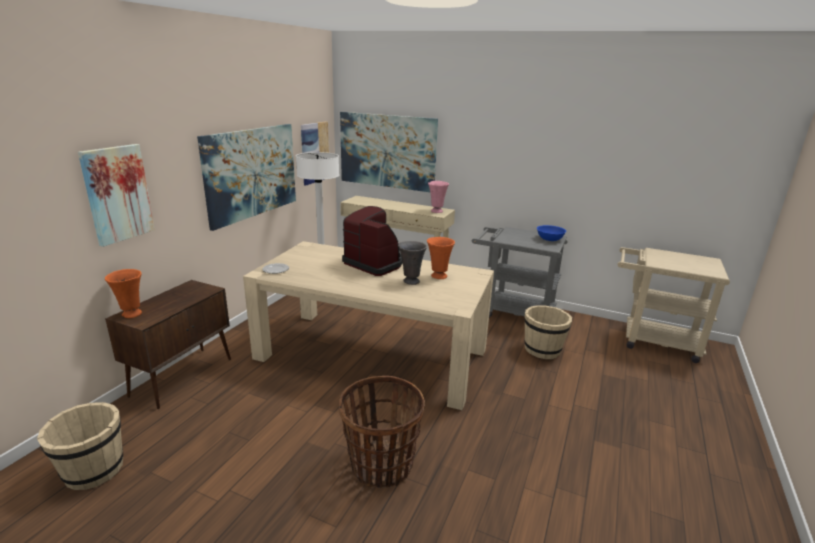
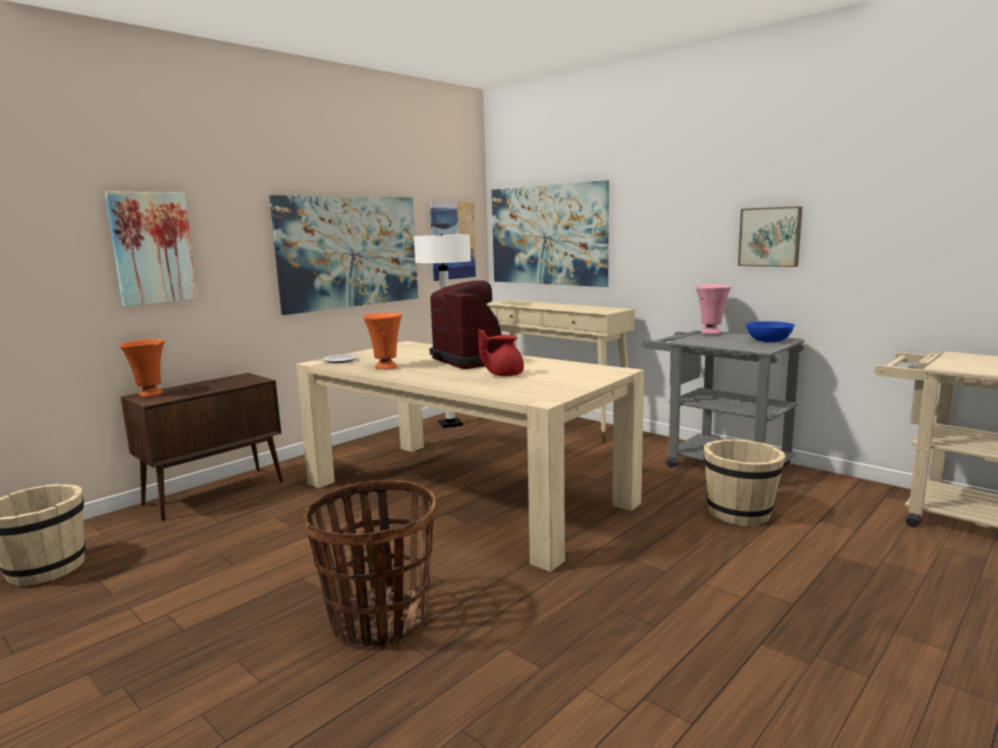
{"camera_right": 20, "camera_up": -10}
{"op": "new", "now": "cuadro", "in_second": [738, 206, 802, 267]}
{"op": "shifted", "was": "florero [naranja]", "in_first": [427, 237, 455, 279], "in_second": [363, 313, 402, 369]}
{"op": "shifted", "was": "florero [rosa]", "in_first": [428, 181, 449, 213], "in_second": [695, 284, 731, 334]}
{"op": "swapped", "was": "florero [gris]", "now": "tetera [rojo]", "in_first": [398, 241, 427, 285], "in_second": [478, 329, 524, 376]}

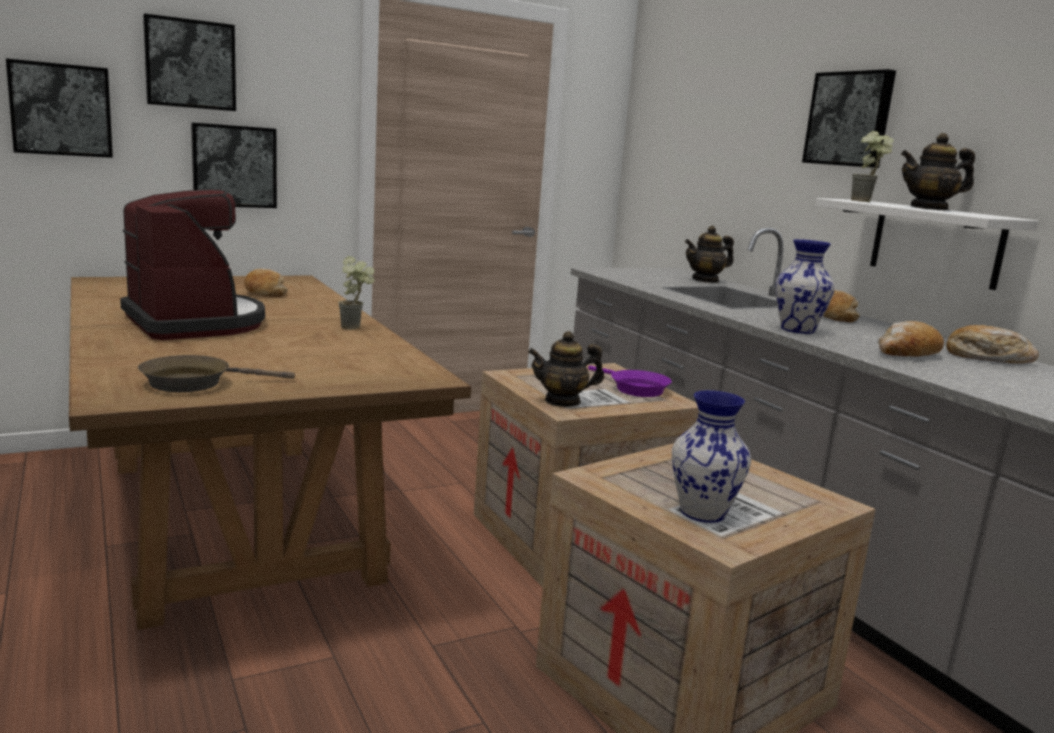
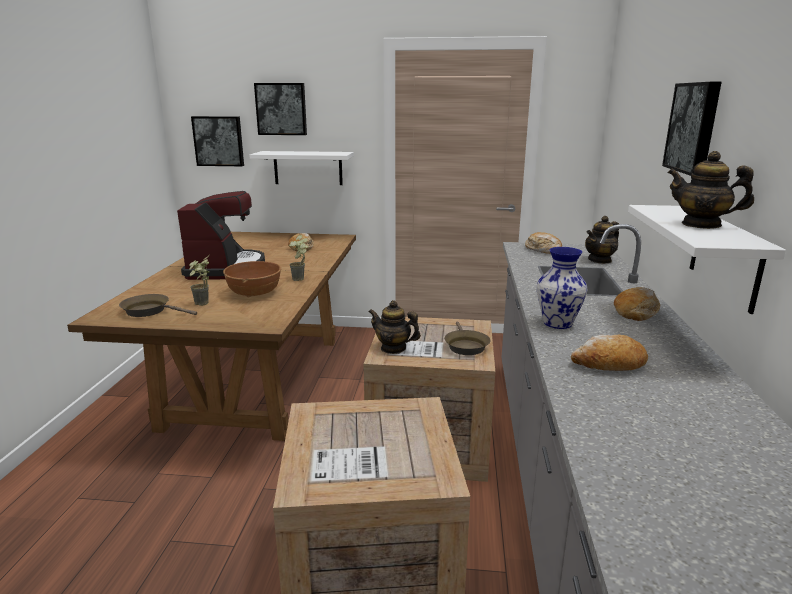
{"camera_right": 35, "camera_up": 5}
{"op": "gone", "was": "florero", "in_first": [672, 390, 751, 523]}
{"op": "new", "now": "cuenco [marrón]", "in_second": [223, 261, 281, 297]}
{"op": "shifted", "was": "planta en maceta", "in_first": [851, 131, 894, 202], "in_second": [189, 255, 210, 306]}
{"op": "shifted", "was": "pan", "in_first": [946, 325, 1039, 364], "in_second": [525, 232, 562, 254]}
{"op": "swapped", "was": "cuadro", "now": "estante [blanco]", "in_first": [191, 122, 277, 208], "in_second": [249, 151, 354, 185]}
{"op": "repainted", "was": "sartén [morado]", "now": "sartén [marrón]", "in_first": [588, 366, 672, 397], "in_second": [444, 322, 491, 355]}
{"op": "rotated", "was": "tetera", "in_first": [685, 226, 734, 283], "in_second": [585, 216, 619, 264], "clockwise": -45}

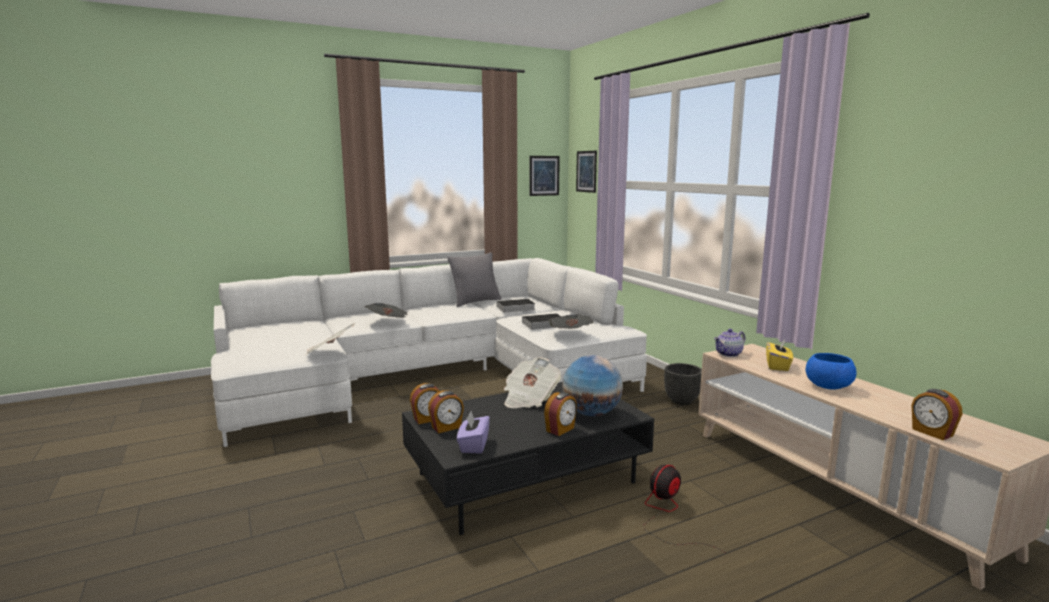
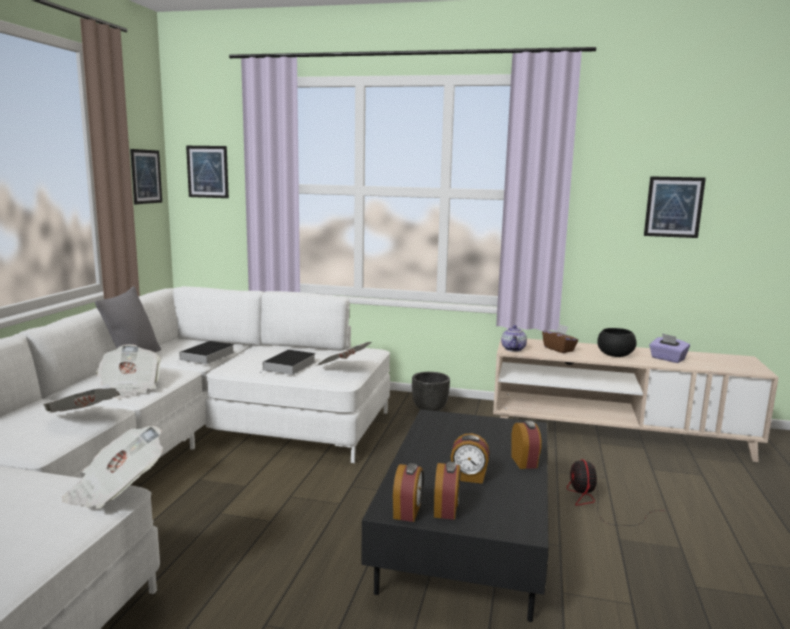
{"camera_right": -50, "camera_up": 0}
{"op": "gone", "was": "globo terráqueo", "in_first": [562, 355, 623, 416]}
{"op": "new", "now": "cuadro", "in_second": [644, 176, 706, 238]}
{"op": "shifted", "was": "caja de pañuelos [morado]", "in_first": [457, 411, 490, 454], "in_second": [649, 333, 690, 363]}
{"op": "shifted", "was": "periódico", "in_first": [504, 357, 561, 408], "in_second": [96, 344, 161, 399]}
{"op": "shifted", "was": "despertador", "in_first": [911, 389, 962, 440], "in_second": [451, 433, 489, 484]}
{"op": "repainted", "was": "caja de pañuelos [amarillo]", "now": "caja de pañuelos [marrón]", "in_first": [766, 338, 793, 371], "in_second": [542, 324, 578, 353]}
{"op": "repainted", "was": "cuenco [azul]", "now": "cuenco [negro]", "in_first": [806, 353, 857, 390], "in_second": [597, 328, 637, 357]}

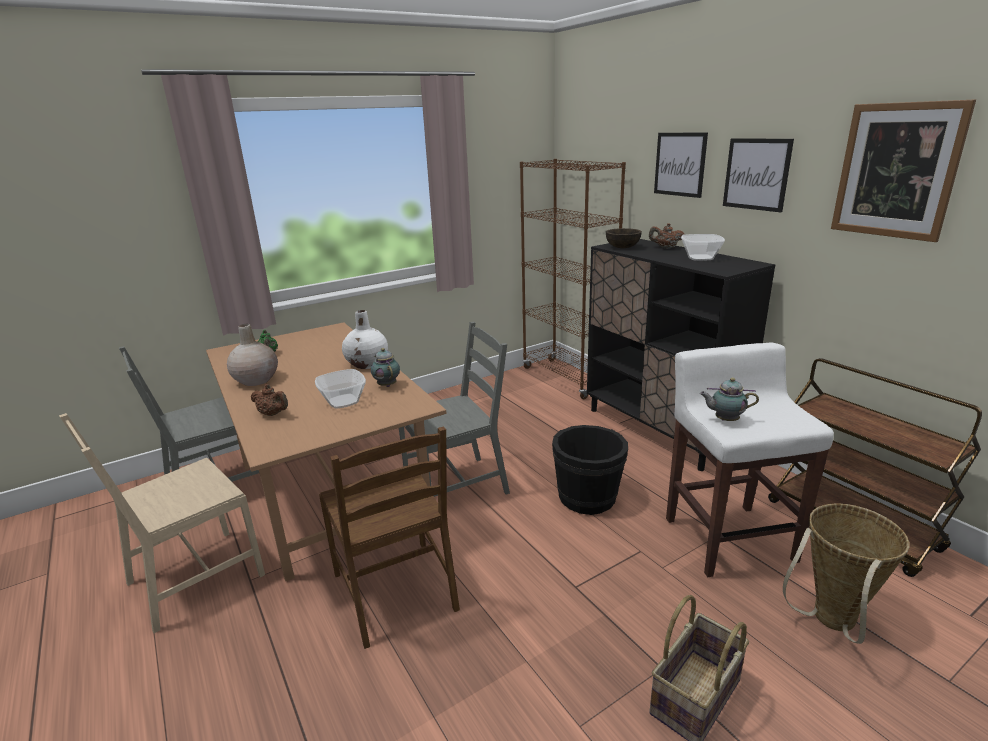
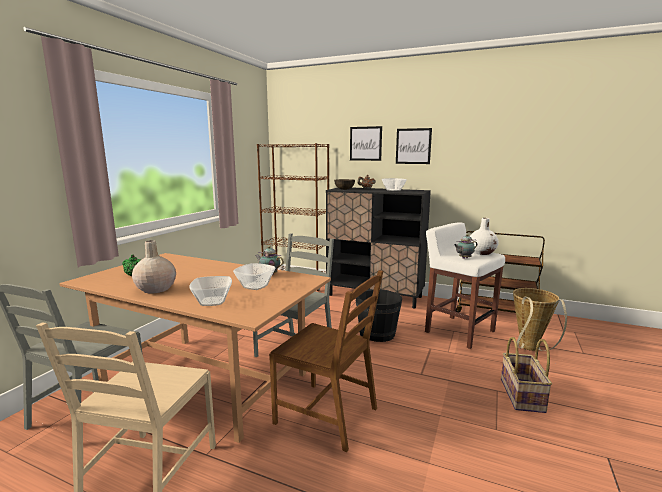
{"camera_right": -35, "camera_up": -10}
{"op": "gone", "was": "cuadro", "in_first": [831, 99, 976, 242]}
{"op": "shifted", "was": "florero [blanco]", "in_first": [342, 310, 388, 369], "in_second": [469, 218, 499, 255]}
{"op": "swapped", "was": "tetera [marrón]", "now": "cuenco", "in_first": [251, 384, 288, 416], "in_second": [189, 276, 232, 306]}

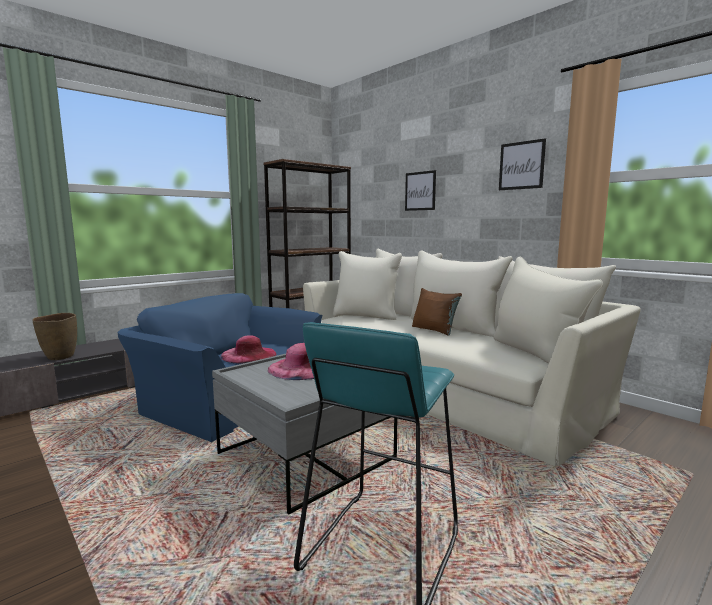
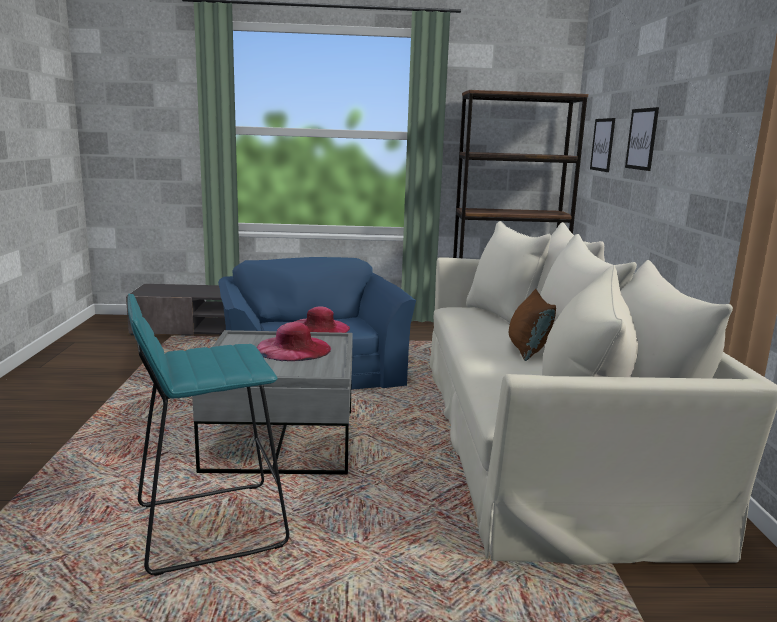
{"camera_right": 40, "camera_up": 5}
{"op": "gone", "was": "florero [marrón]", "in_first": [32, 313, 77, 360]}
{"op": "shifted", "was": "cuadro", "in_first": [499, 138, 546, 190], "in_second": [590, 118, 615, 172]}

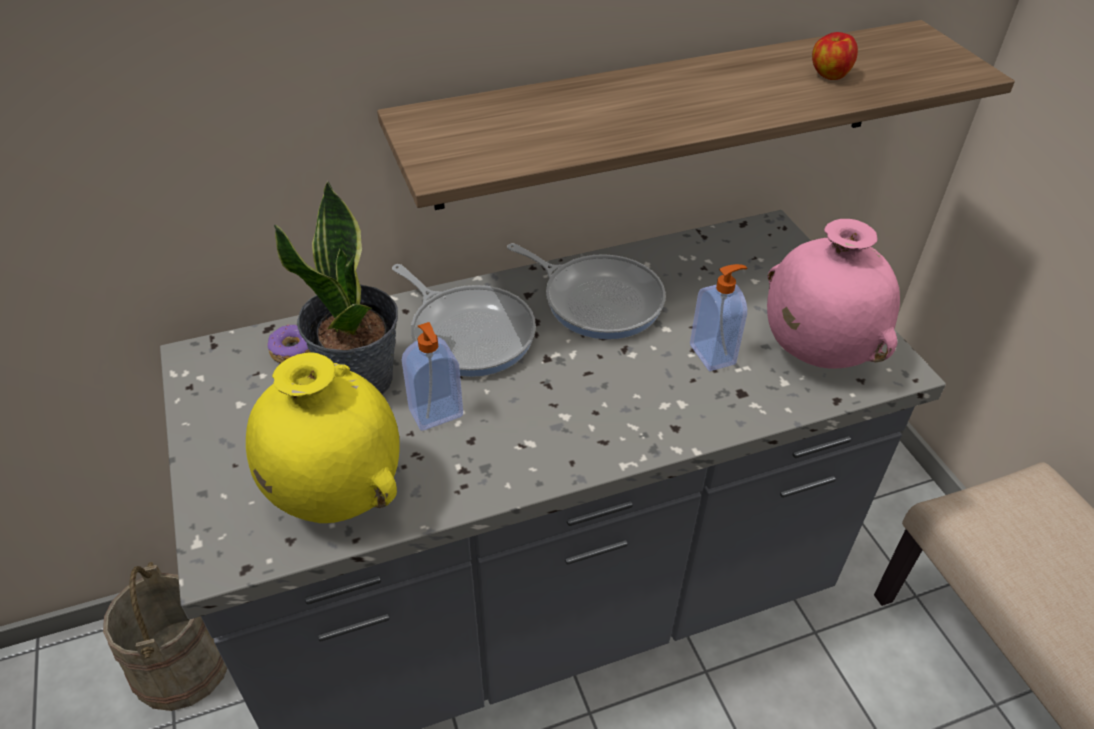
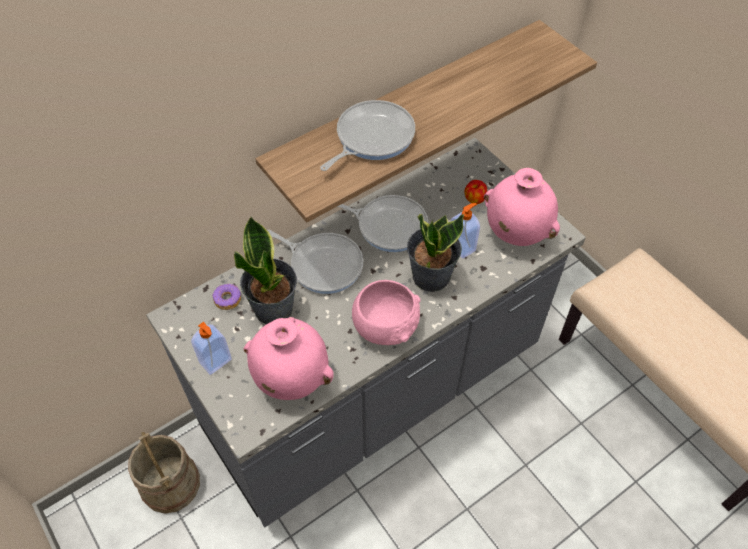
{"camera_right": -15, "camera_up": 10}
{"op": "new", "now": "sartén", "in_second": [320, 100, 415, 171]}
{"op": "new", "now": "cuenco [rosa]", "in_second": [352, 280, 421, 345]}
{"op": "new", "now": "planta en maceta", "in_second": [407, 214, 464, 292]}
{"op": "shifted", "was": "dispensador de jabón", "in_first": [402, 322, 463, 431], "in_second": [191, 322, 232, 375]}
{"op": "shifted", "was": "manzana", "in_first": [812, 32, 858, 80], "in_second": [465, 180, 487, 204]}
{"op": "repainted", "was": "florero [amarillo]", "now": "florero [rosa]", "in_first": [246, 352, 400, 523], "in_second": [244, 317, 334, 400]}

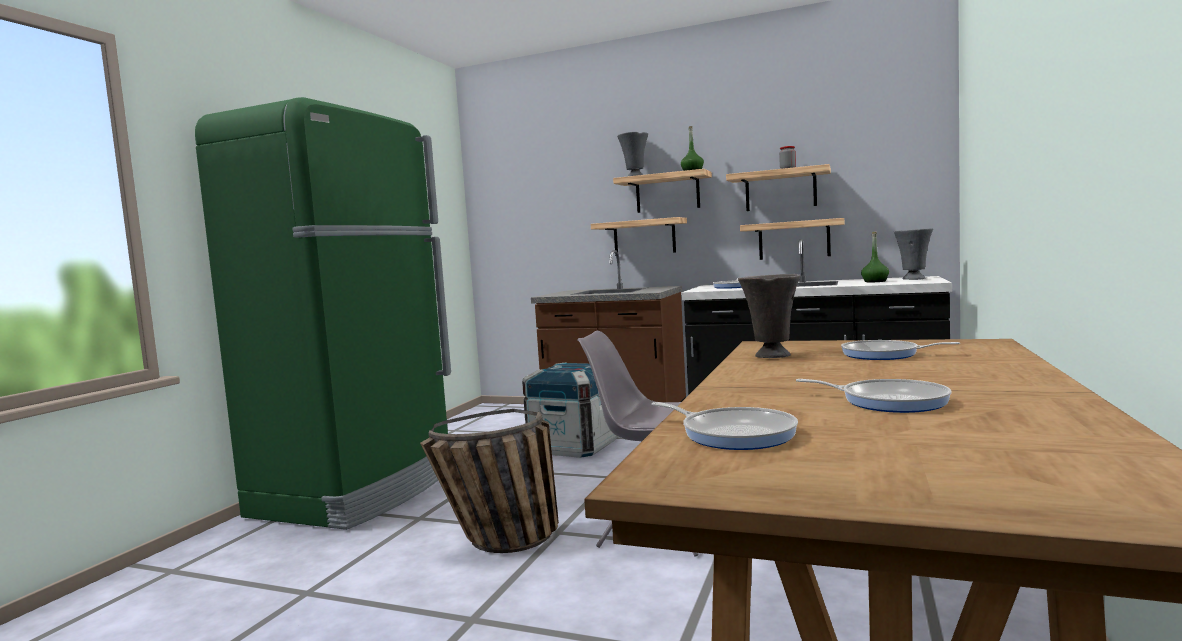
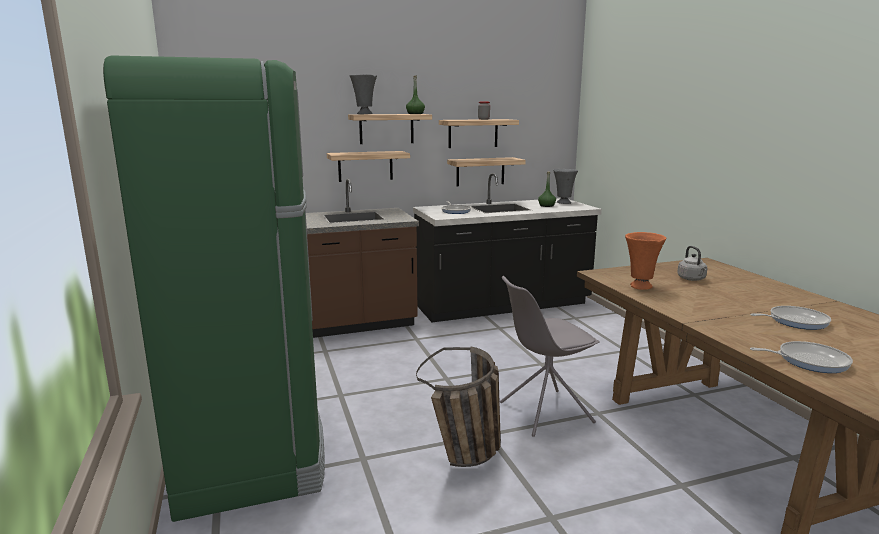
{"camera_right": -40, "camera_up": 10}
{"op": "gone", "was": "caja de embalaje", "in_first": [522, 363, 618, 458]}
{"op": "swapped", "was": "sartén", "now": "hervidor [gris]", "in_first": [841, 340, 960, 360], "in_second": [677, 246, 707, 281]}
{"op": "repainted", "was": "florero [gris]", "now": "florero [naranja]", "in_first": [738, 274, 800, 358], "in_second": [625, 232, 666, 290]}

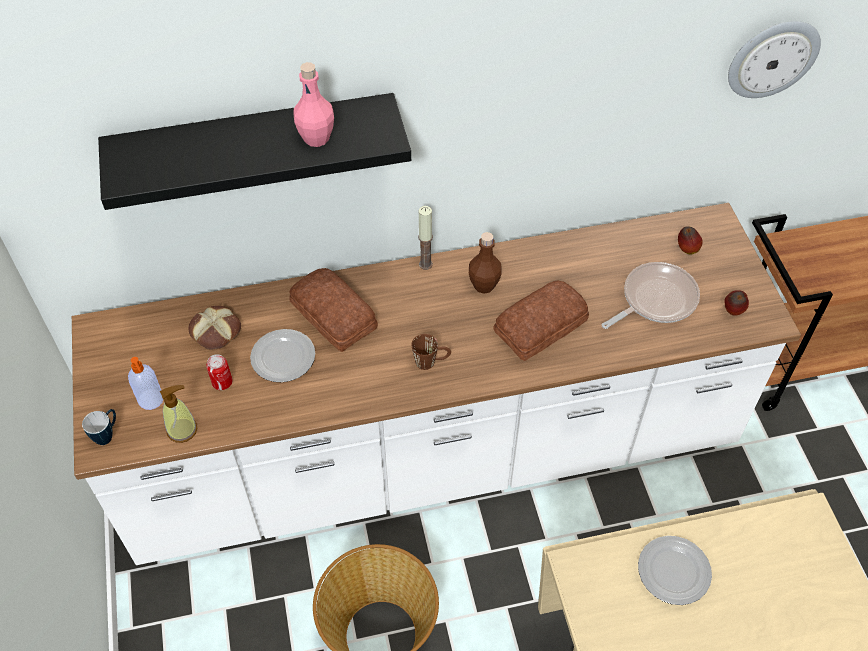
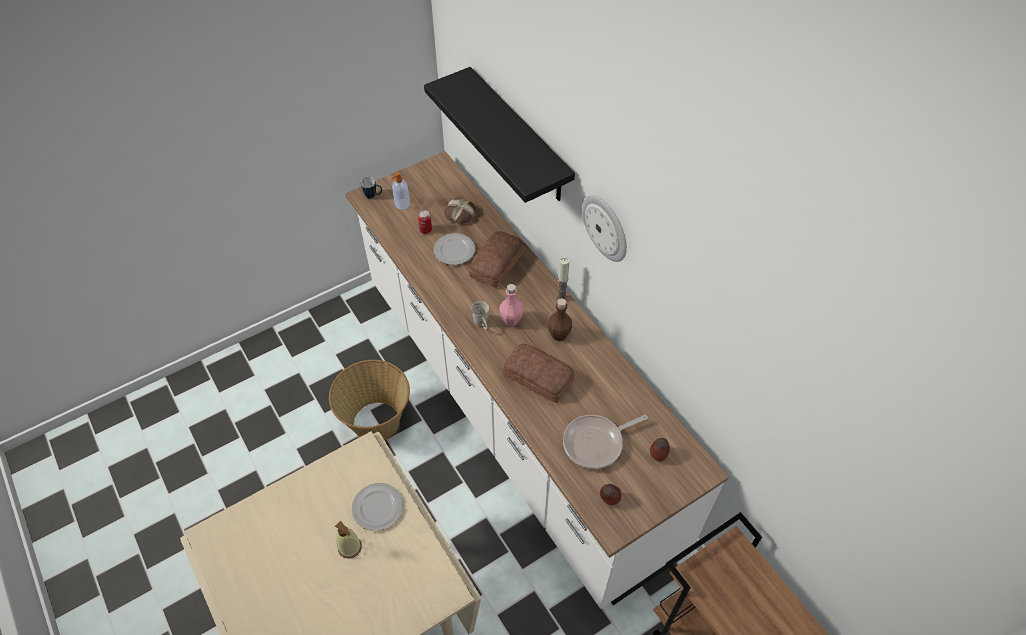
{"camera_right": 70, "camera_up": 0}
{"op": "shifted", "was": "dispensador de jabón", "in_first": [160, 385, 197, 443], "in_second": [335, 521, 362, 559]}
{"op": "shifted", "was": "botella [rosa]", "in_first": [293, 62, 334, 147], "in_second": [499, 284, 524, 327]}
{"op": "shifted", "was": "reloj de pared", "in_first": [728, 21, 821, 98], "in_second": [582, 195, 627, 262]}
{"op": "repainted", "was": "taza grande [marrón]", "now": "taza grande [blanco]", "in_first": [412, 334, 451, 370], "in_second": [471, 301, 489, 330]}
{"op": "rotated", "was": "sartén", "in_first": [602, 262, 700, 329], "in_second": [563, 415, 648, 469], "clockwise": 120}

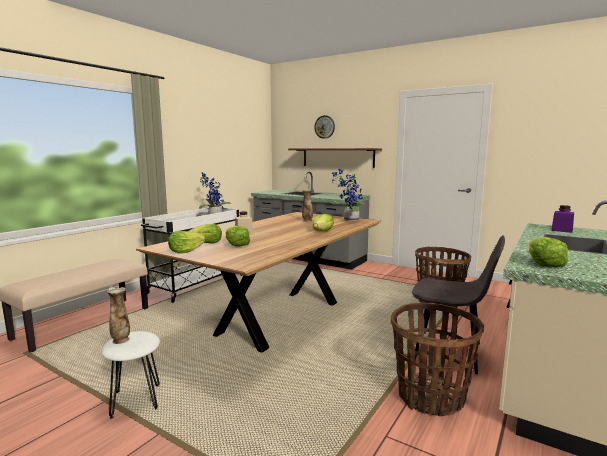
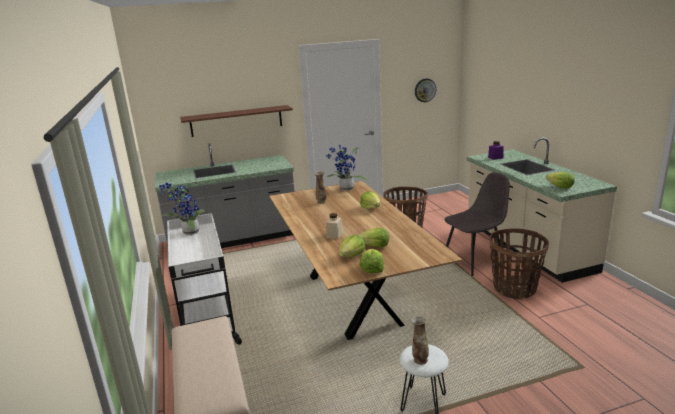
{"camera_right": -50, "camera_up": 10}
{"op": "shifted", "was": "reloj de pared", "in_first": [314, 115, 335, 139], "in_second": [415, 78, 436, 102]}

